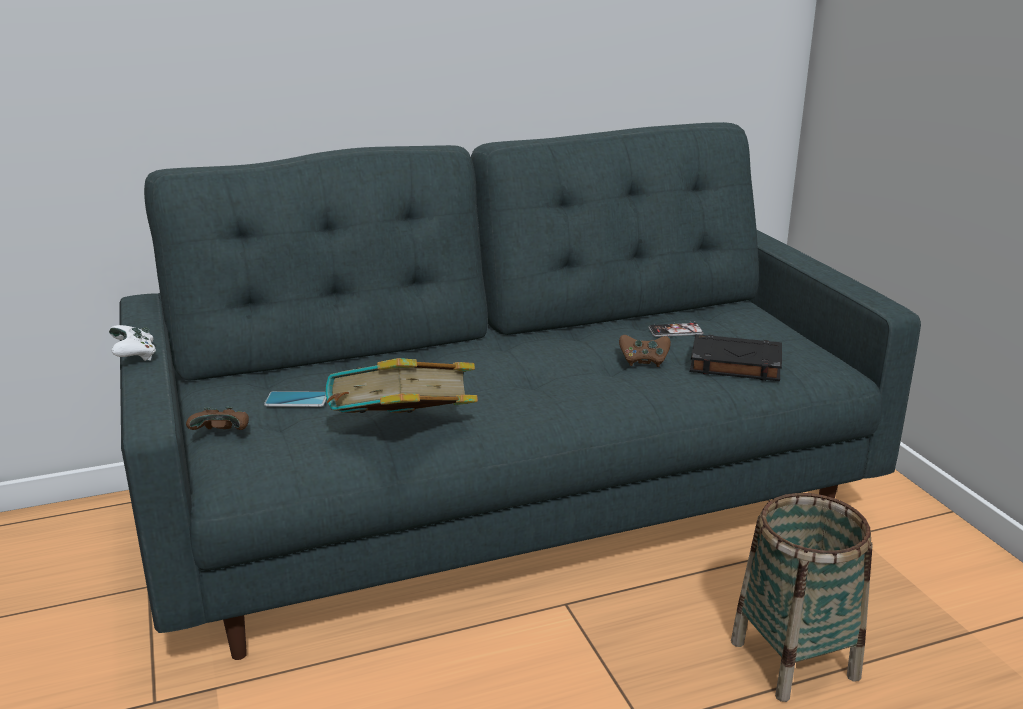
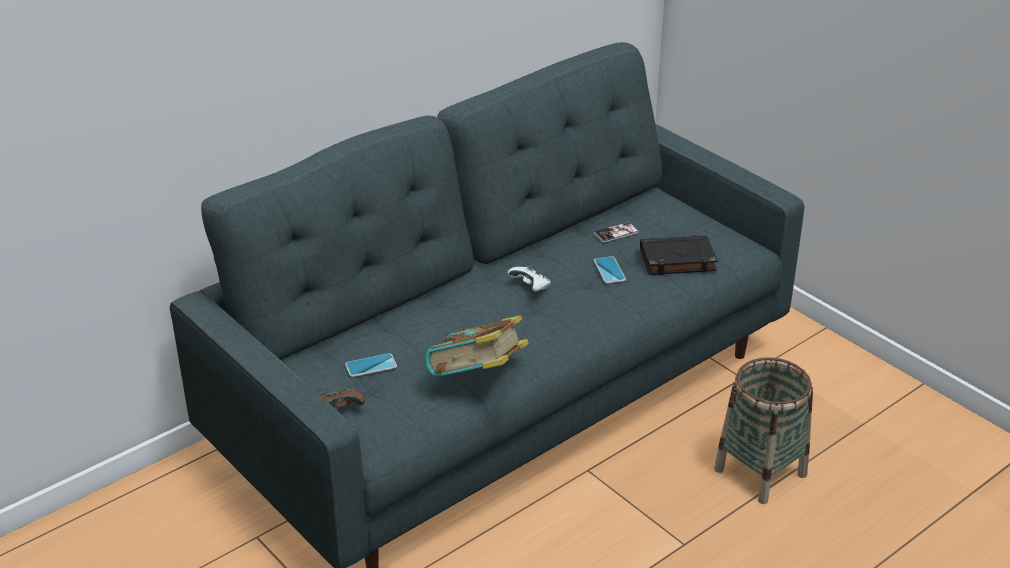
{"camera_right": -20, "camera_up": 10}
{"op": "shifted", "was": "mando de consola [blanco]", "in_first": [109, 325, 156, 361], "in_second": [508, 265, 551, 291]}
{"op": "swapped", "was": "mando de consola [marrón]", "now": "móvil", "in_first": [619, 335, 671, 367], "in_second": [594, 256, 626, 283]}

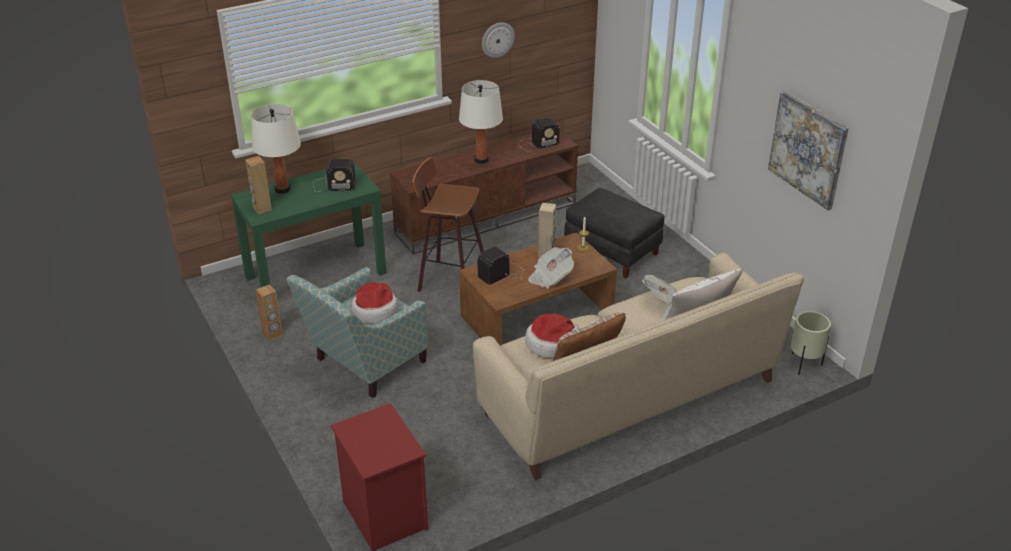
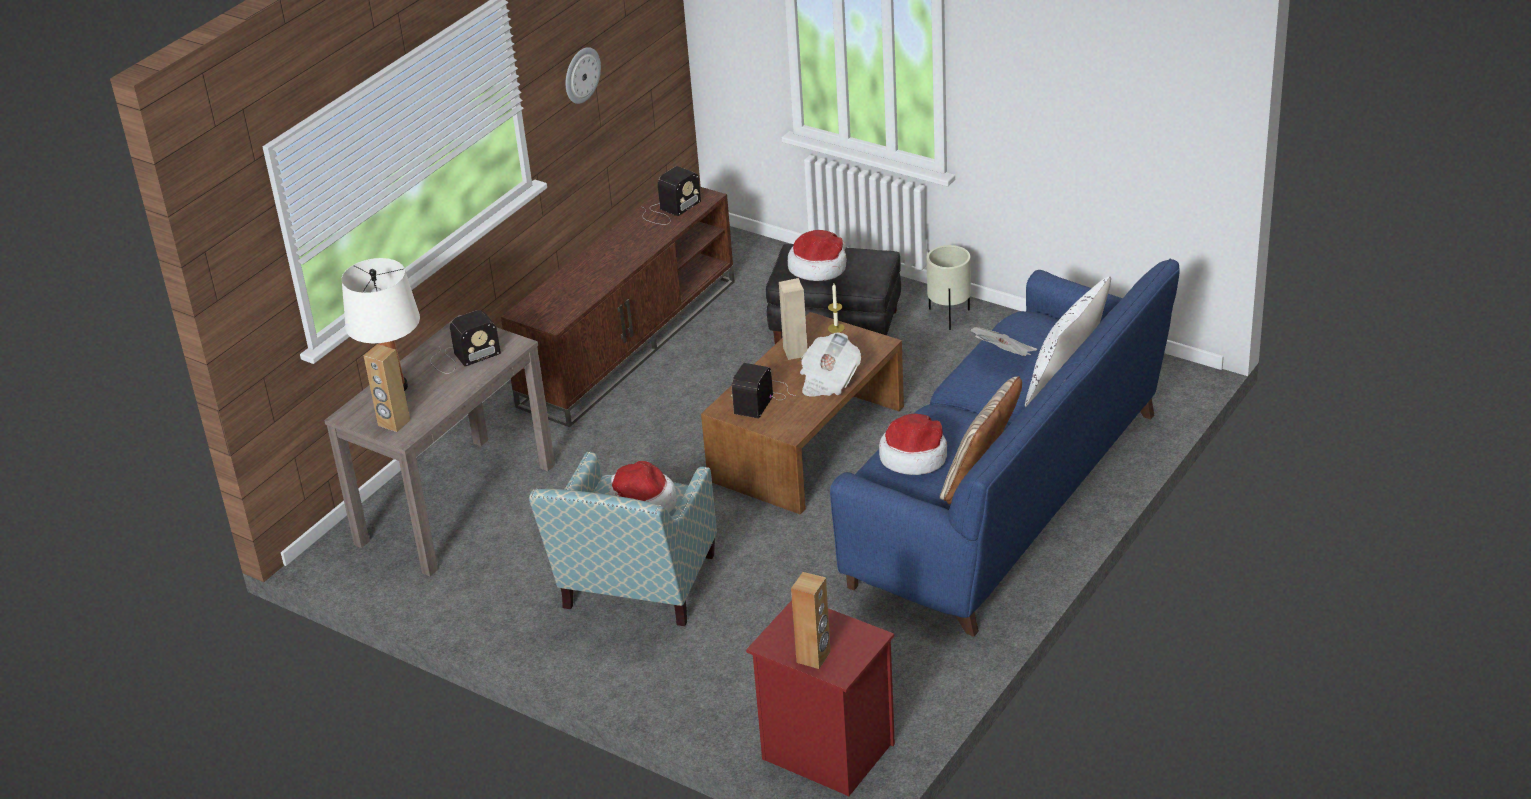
{"camera_right": -25, "camera_up": 0}
{"op": "gone", "was": "taburete", "in_first": [412, 157, 484, 292]}
{"op": "gone", "was": "lámpara de mesa [blanco]", "in_first": [459, 80, 503, 164]}
{"op": "gone", "was": "cuadro", "in_first": [768, 90, 849, 210]}
{"op": "new", "now": "sombrero", "in_second": [788, 230, 847, 281]}
{"op": "shifted", "was": "altavoz [marrón]", "in_first": [255, 285, 283, 341], "in_second": [791, 572, 831, 669]}
{"op": "shifted", "was": "maceta [beis]", "in_first": [791, 311, 831, 375], "in_second": [927, 245, 971, 330]}
{"op": "repainted", "was": "mesa consola [verde]", "now": "mesa consola [marrón]", "in_first": [230, 161, 386, 287], "in_second": [324, 315, 555, 576]}
{"op": "repainted", "was": "sofá [beis]", "now": "sofá [azul]", "in_first": [473, 253, 804, 480], "in_second": [830, 258, 1180, 637]}

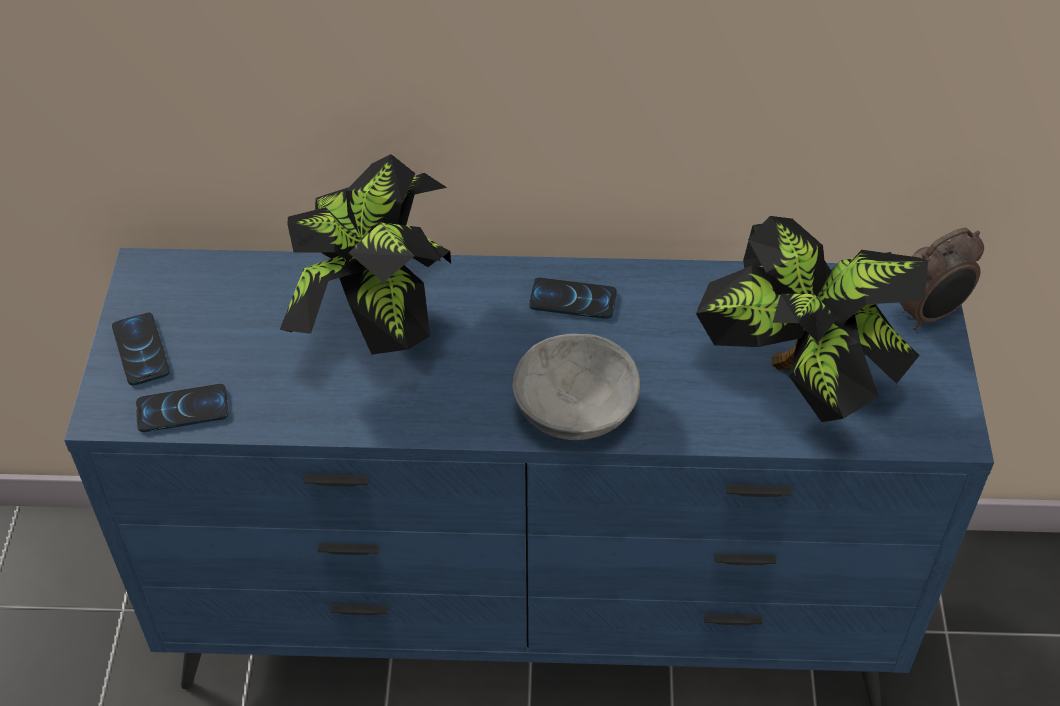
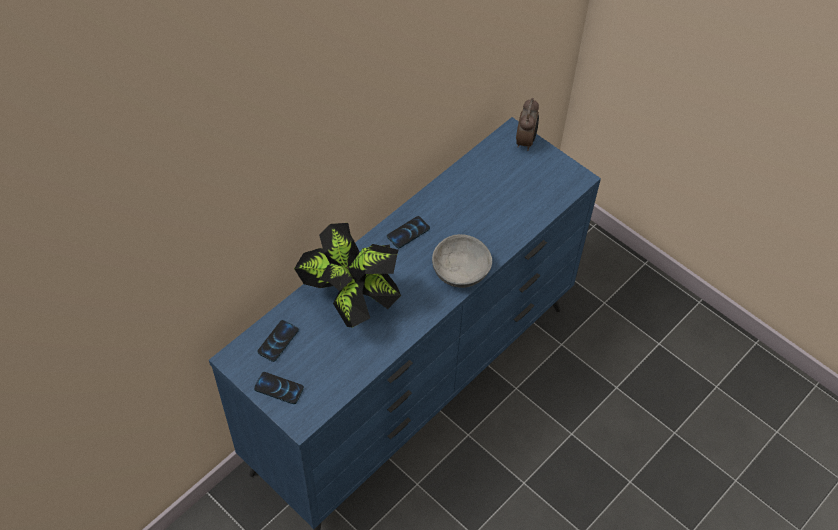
{"camera_right": -50, "camera_up": 5}
{"op": "gone", "was": "planta en maceta", "in_first": [696, 216, 928, 422]}
{"op": "shifted", "was": "móvil", "in_first": [136, 384, 228, 432], "in_second": [257, 320, 299, 362]}

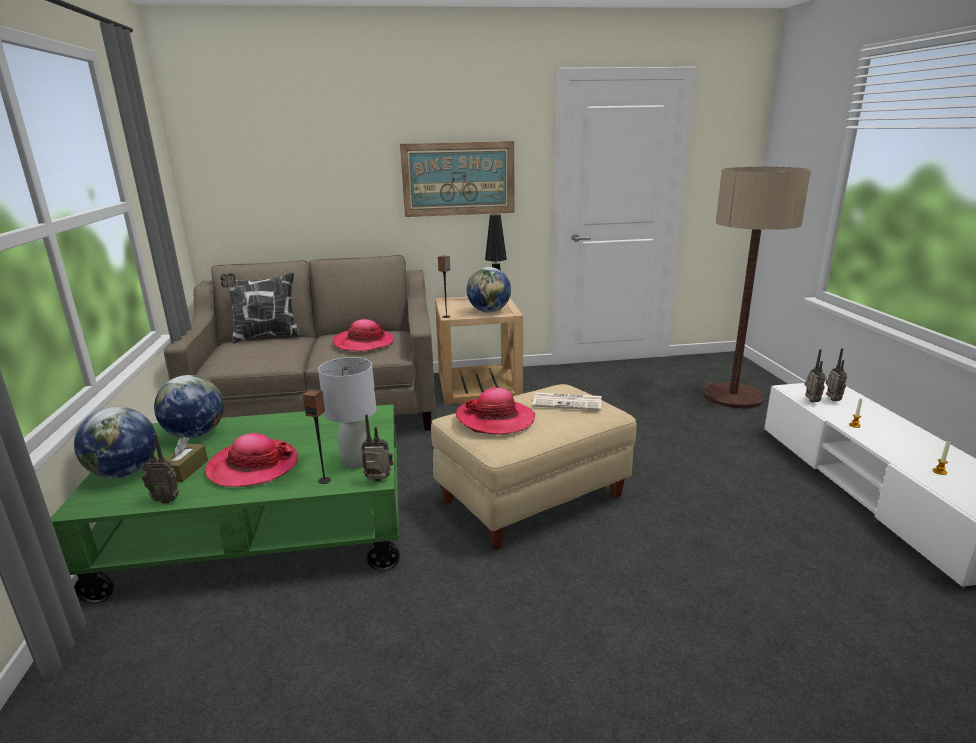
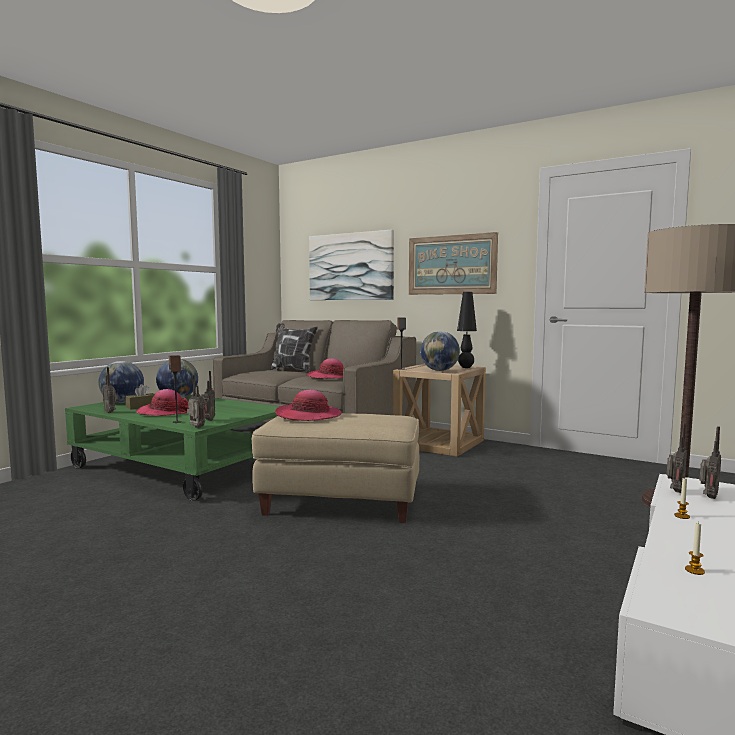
{"camera_right": 40, "camera_up": -15}
{"op": "gone", "was": "periódico", "in_first": [532, 392, 601, 411]}
{"op": "new", "now": "cuadro", "in_second": [309, 230, 394, 300]}
{"op": "swapped", "was": "lámpara de mesa [gris]", "now": "radio", "in_first": [318, 357, 376, 469], "in_second": [201, 371, 215, 421]}

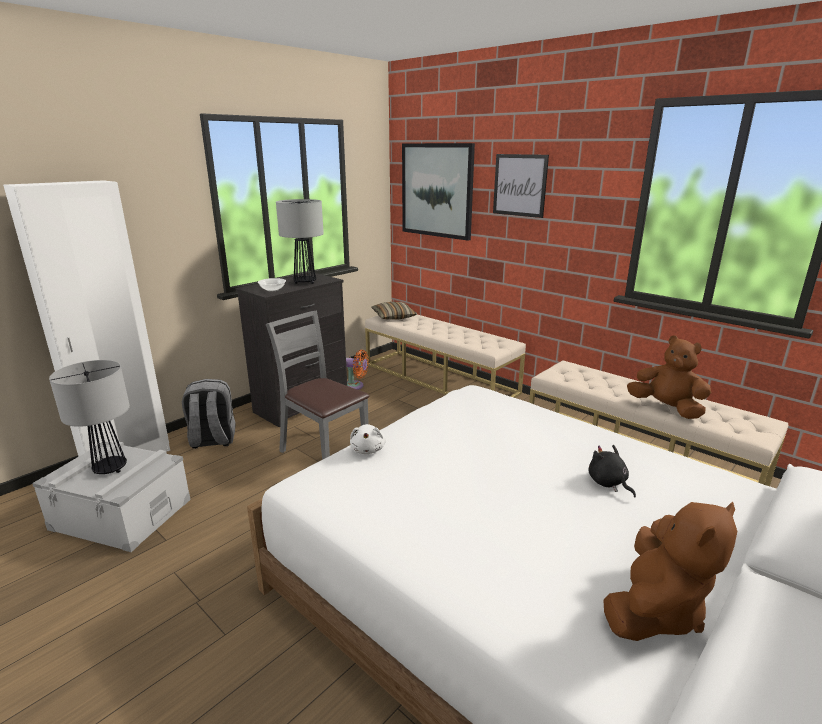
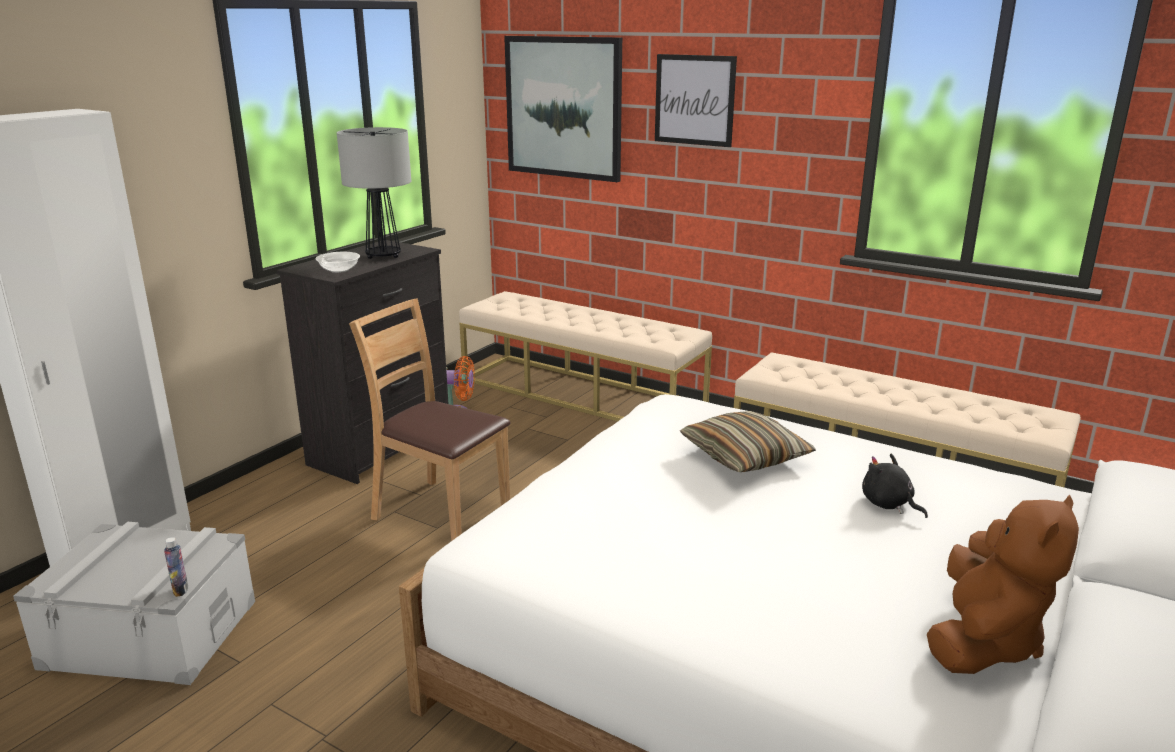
{"camera_right": -10, "camera_up": 0}
{"op": "gone", "was": "lámpara de mesa", "in_first": [49, 360, 130, 474]}
{"op": "gone", "was": "mochila [gris]", "in_first": [182, 379, 235, 449]}
{"op": "gone", "was": "peluche [blanco]", "in_first": [350, 424, 386, 454]}
{"op": "gone", "was": "peluche [marrón]", "in_first": [627, 336, 711, 419]}
{"op": "new", "now": "botella", "in_second": [164, 537, 188, 597]}
{"op": "shifted", "was": "cojín", "in_first": [371, 302, 417, 320], "in_second": [680, 411, 816, 472]}
{"op": "repainted", "was": "silla [gris]", "now": "silla [marrón]", "in_first": [266, 310, 370, 460], "in_second": [349, 298, 510, 541]}

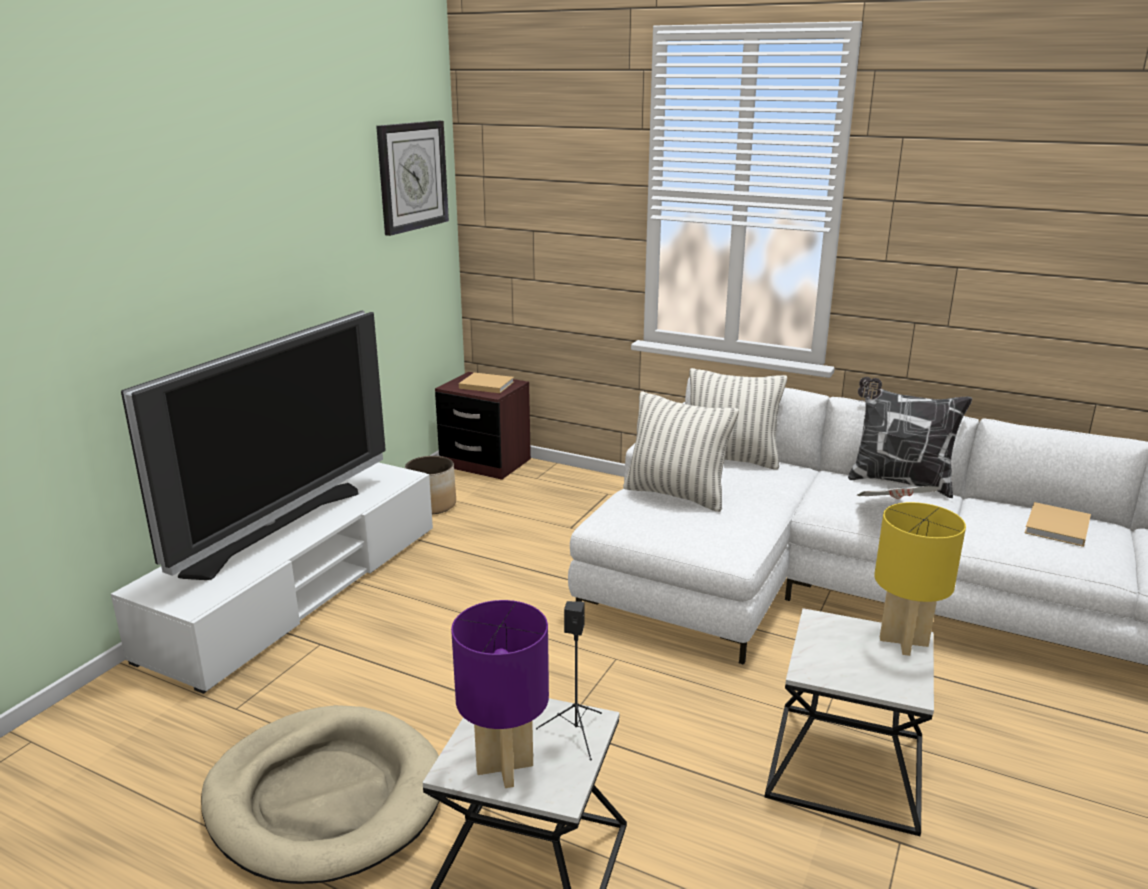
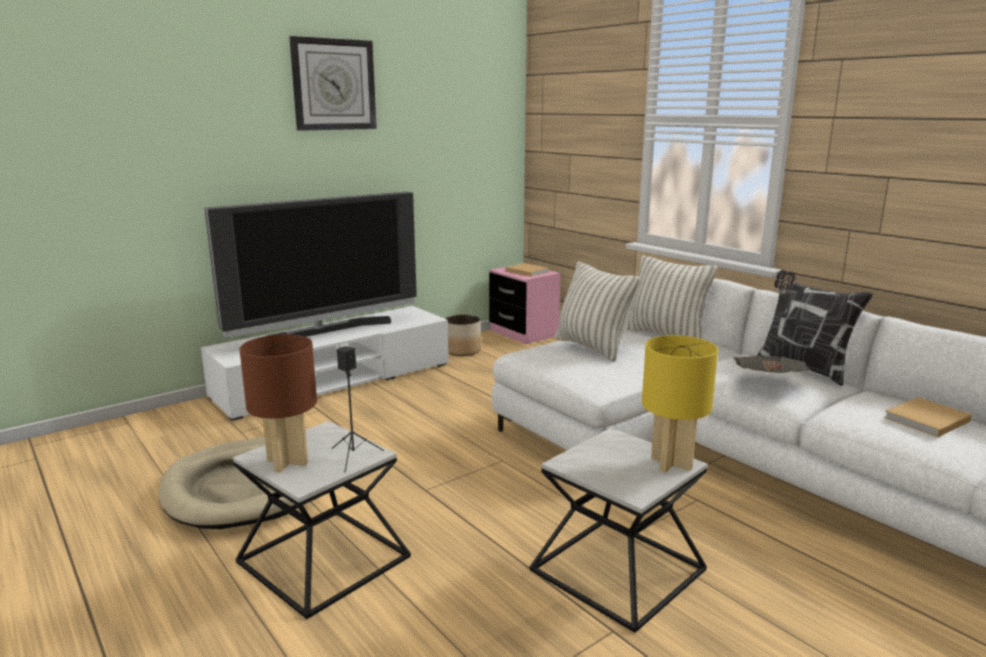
{"camera_right": 25, "camera_up": -5}
{"op": "shifted", "was": "reloj de pared", "in_first": [376, 121, 449, 236], "in_second": [289, 36, 377, 131]}
{"op": "repainted", "was": "mesita de noche [marrón]", "now": "mesita de noche [rosa]", "in_first": [435, 372, 531, 480], "in_second": [489, 266, 561, 344]}
{"op": "repainted", "was": "lámpara de mesa [morado]", "now": "lámpara de mesa [marrón]", "in_first": [451, 600, 549, 788], "in_second": [240, 334, 317, 473]}

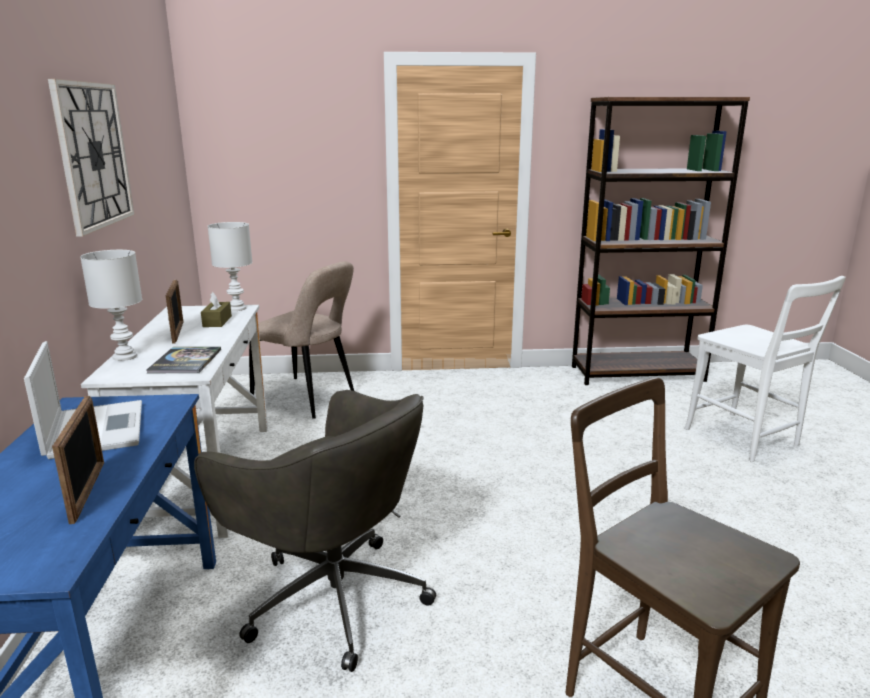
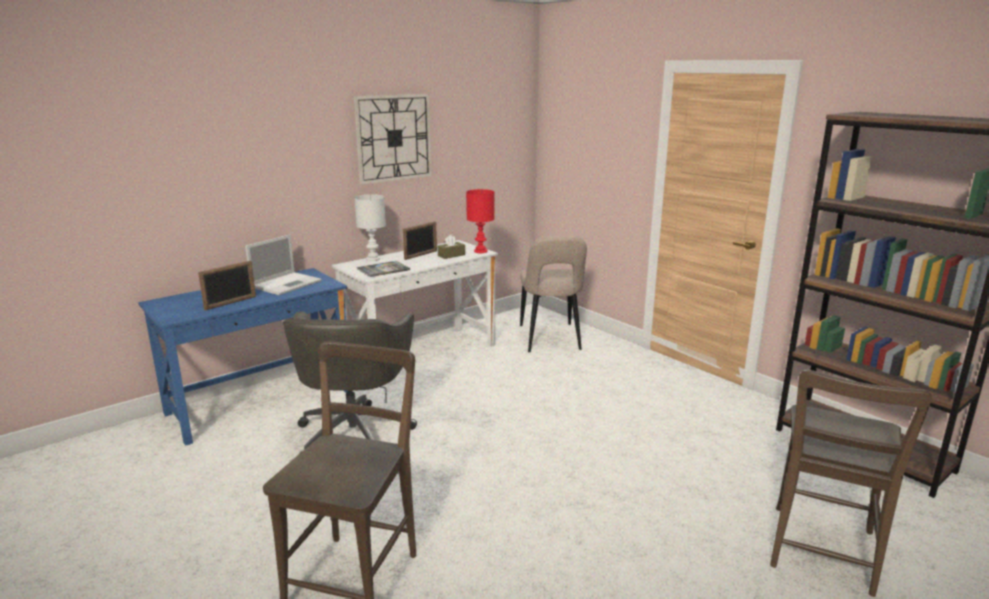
{"camera_right": 55, "camera_up": 0}
{"op": "repainted", "was": "lámpara de mesa [blanco]", "now": "lámpara de mesa [rojo]", "in_first": [208, 222, 252, 311], "in_second": [466, 189, 494, 253]}
{"op": "repainted", "was": "silla [blanco]", "now": "silla [marrón]", "in_first": [684, 276, 846, 462], "in_second": [770, 370, 932, 597]}

